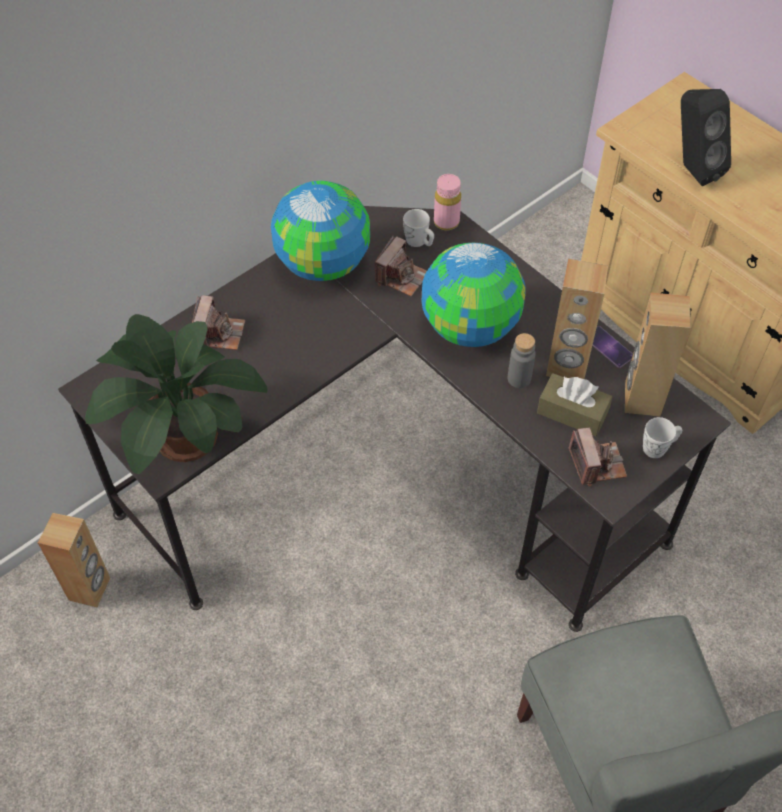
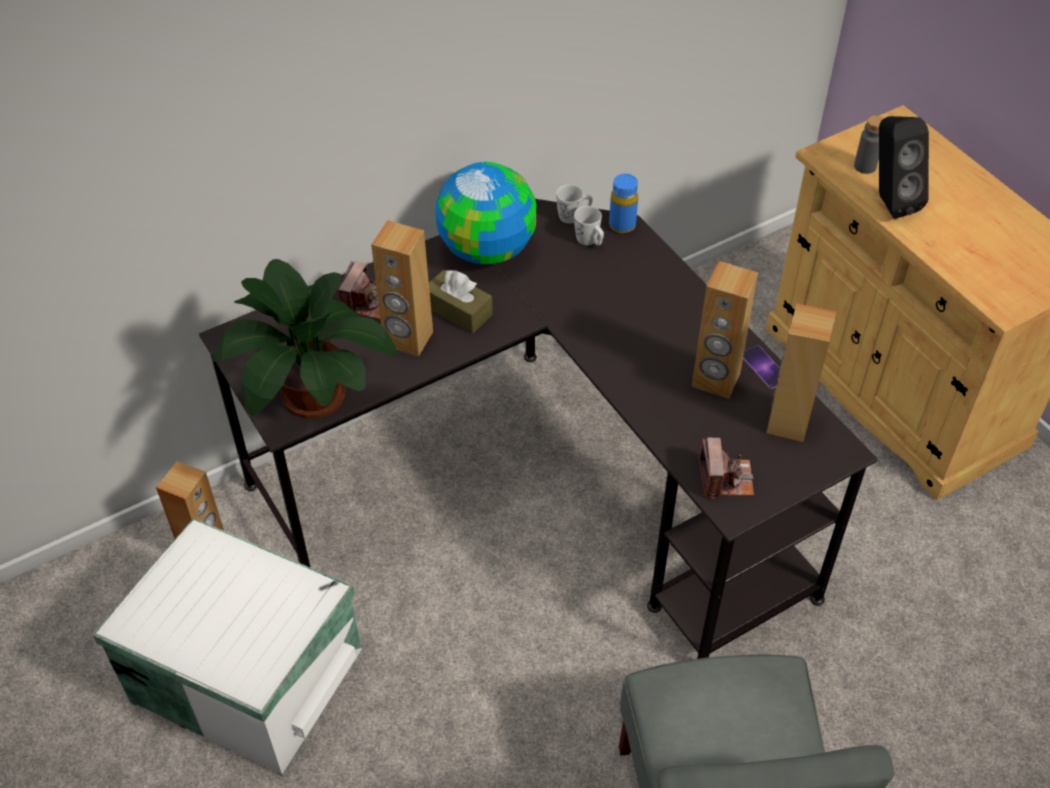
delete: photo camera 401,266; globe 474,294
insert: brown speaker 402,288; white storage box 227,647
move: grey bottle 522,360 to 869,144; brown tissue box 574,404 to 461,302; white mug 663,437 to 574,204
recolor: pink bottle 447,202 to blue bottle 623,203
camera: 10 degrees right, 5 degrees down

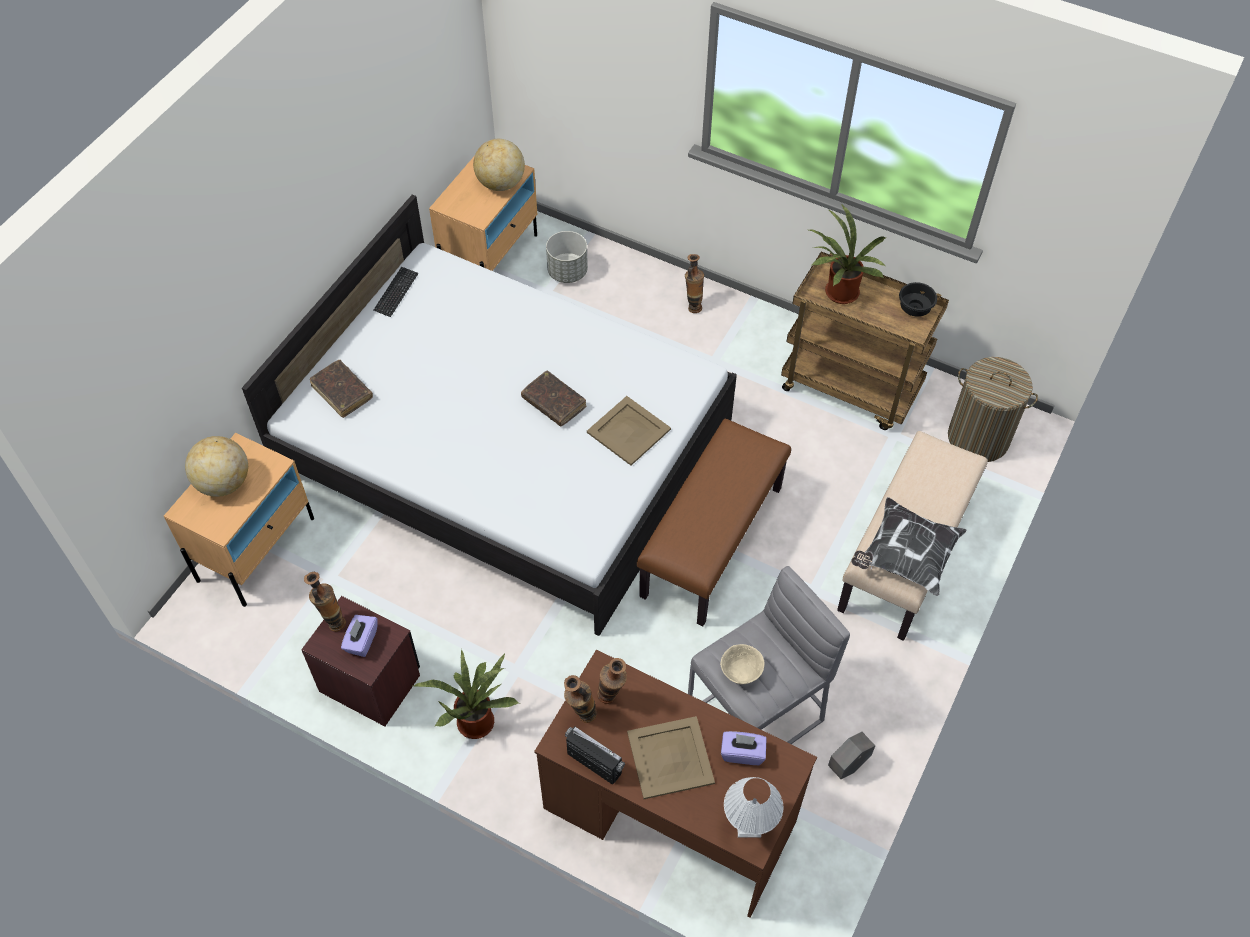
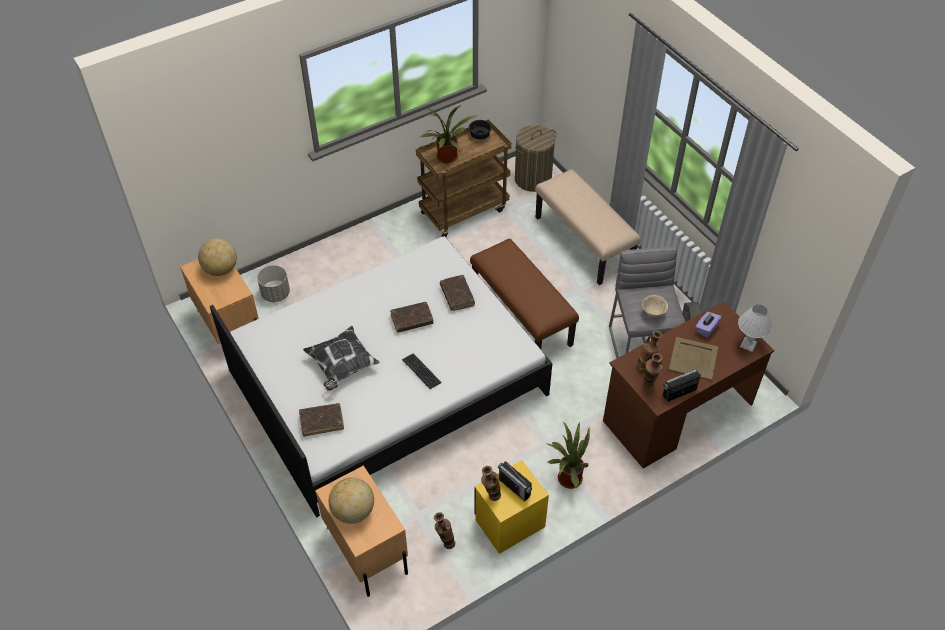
move: vase 694,283 to 444,530; keyboard 396,292 to 422,371; pillow 908,546 to 341,358
replace: beige tray 629,430 to brown book 457,293; purple tissue box 359,636 to radio 515,481
recolor: brown nightstand 360,661 to yellow nightstand 511,507
camera: 60 degrees left, 5 degrees down

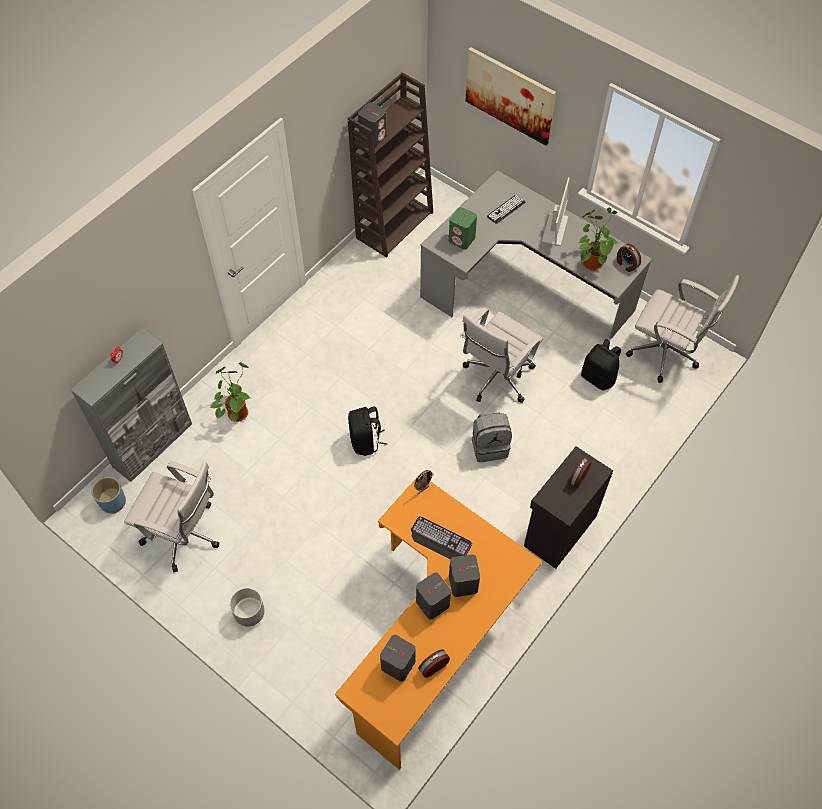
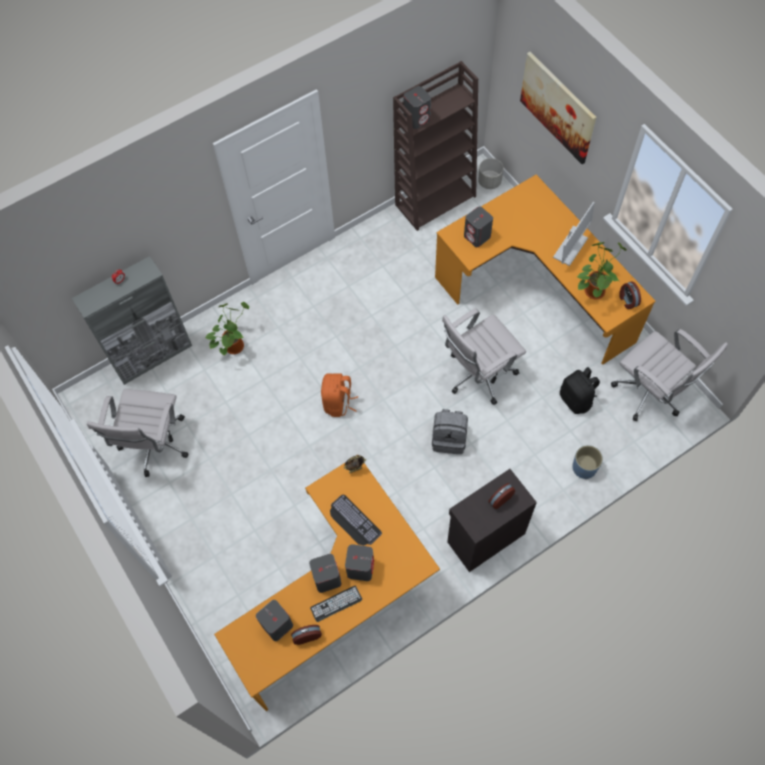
move: keyboard 506,209 to 336,604; blue planter 108,495 to 587,462; grey planter 247,607 to 490,173
recolor: grey desk 536,254 to orange desk 545,269; green speaker 463,228 to grey speaker 478,226; black backpack 367,431 to orange backpack 339,395
rotate: white office chair 171,516 = 138,433 60 degrees clockwise
camera: 20 degrees right, 5 degrees up

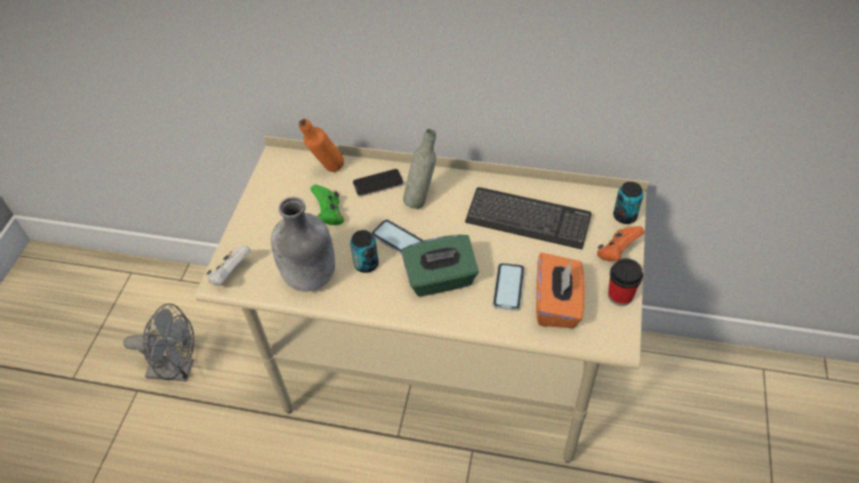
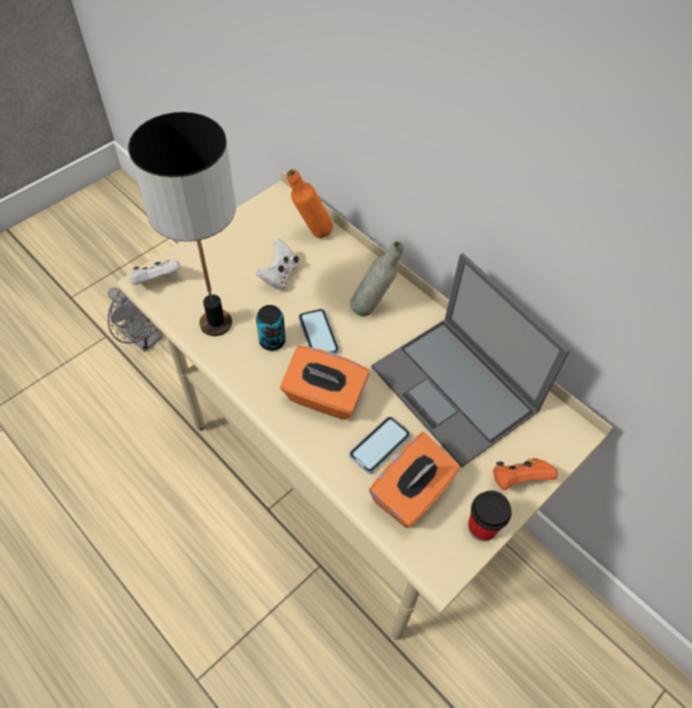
delete: phone 378,183; can 628,203
replace: keyboard 528,218 to laptop 470,360; grey bottle 303,244 to table lamp 182,224
recolor: green game controller 327,205 to white game controller 277,264; green tissue box 440,265 to orange tissue box 324,383
camera: 30 degrees right, 5 degrees up

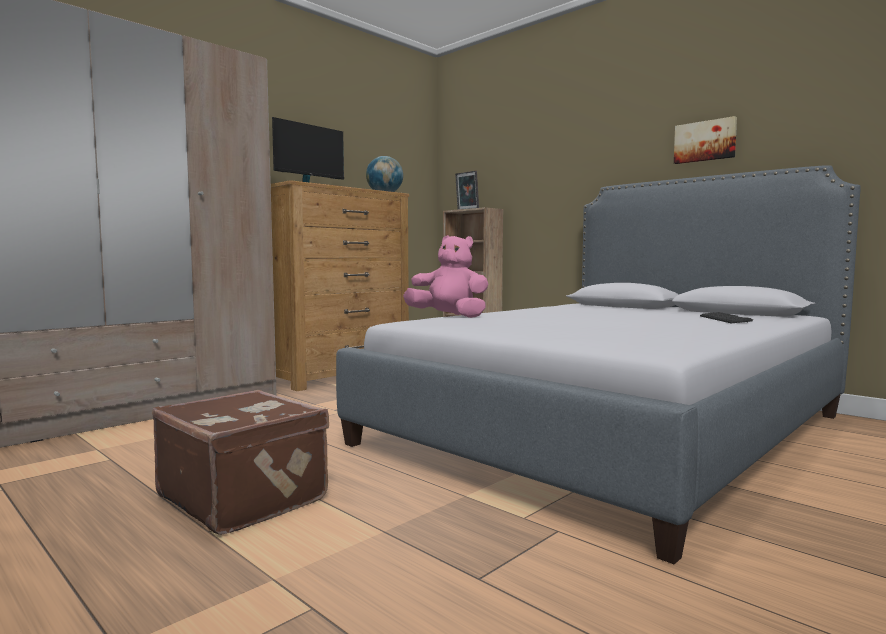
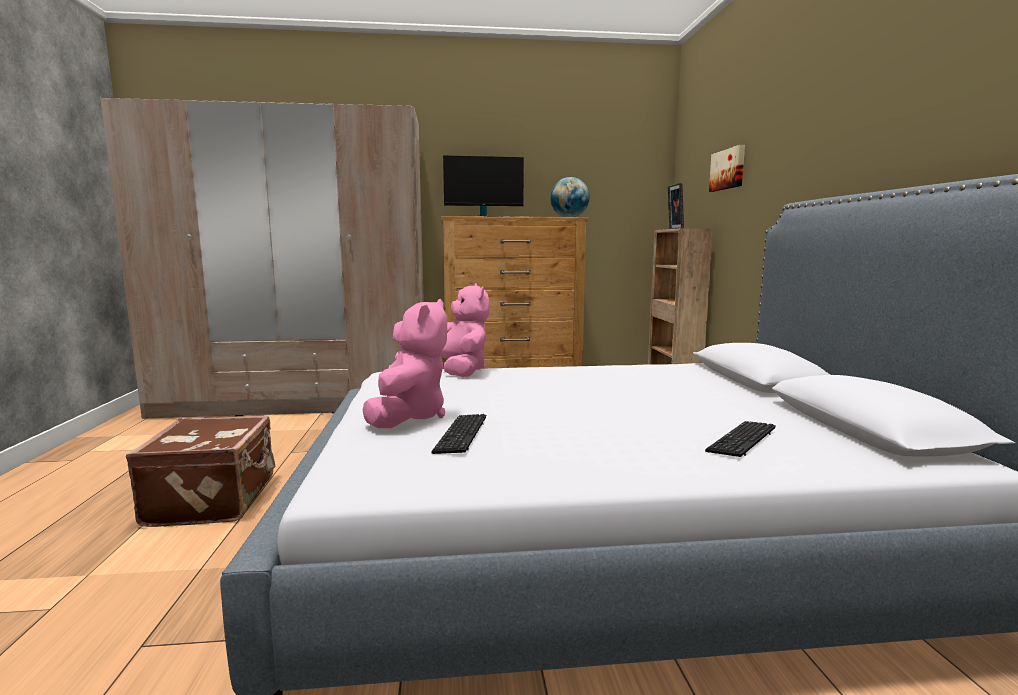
insert: pink plush toy 405,363; keyboard 458,434
move: picture 705,140 to 727,168
camera: 40 degrees right, 5 degrees up

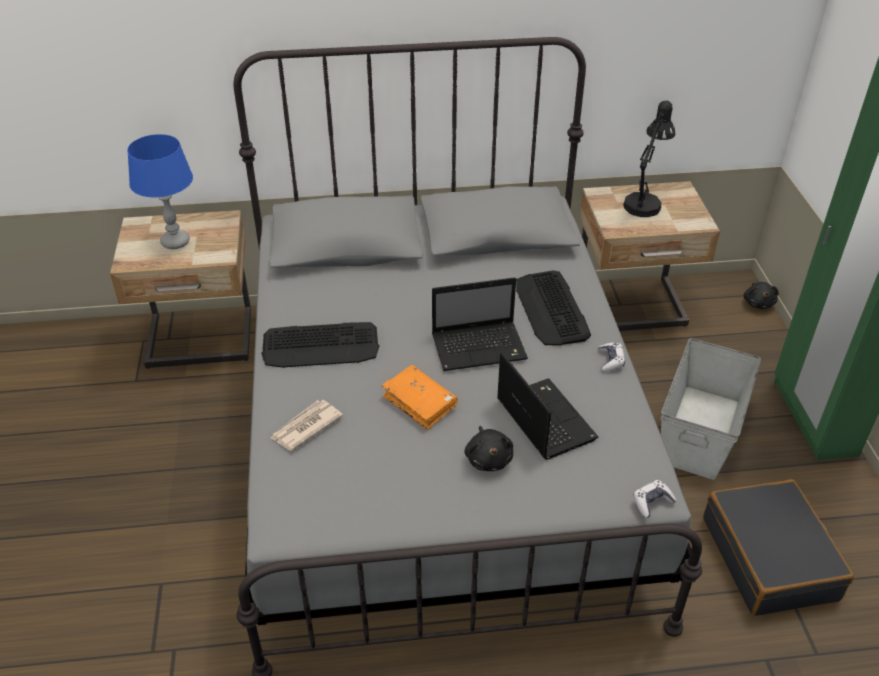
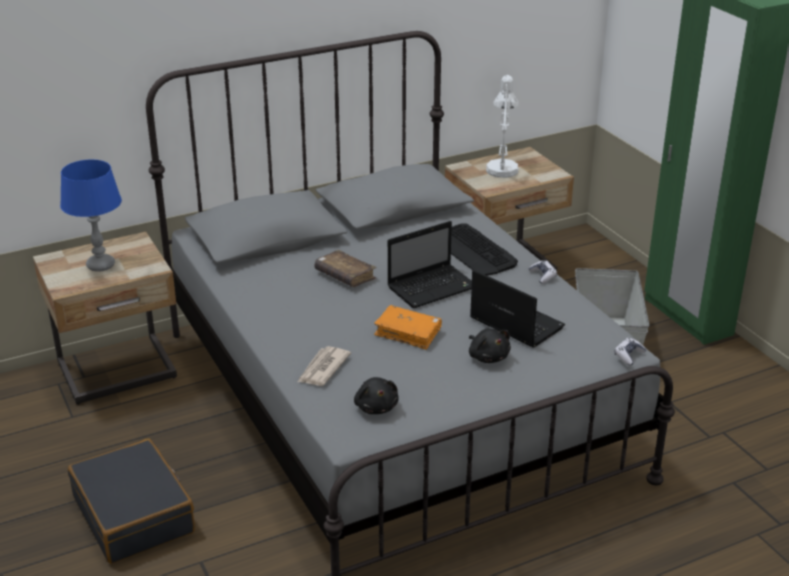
delete: keyboard 320,345
insert: brown book 345,268
move: black plush toy 761,295 to 376,395; black suitcase 778,547 to 131,501
recolor: black table lamp 649,159 to white table lamp 502,126
camera: 20 degrees left, 10 degrees down

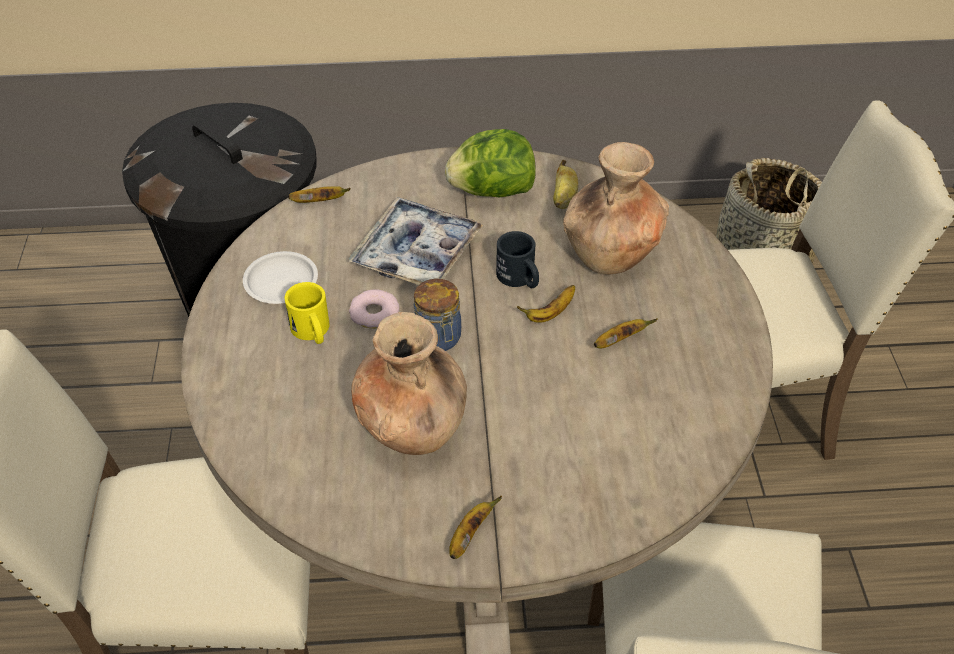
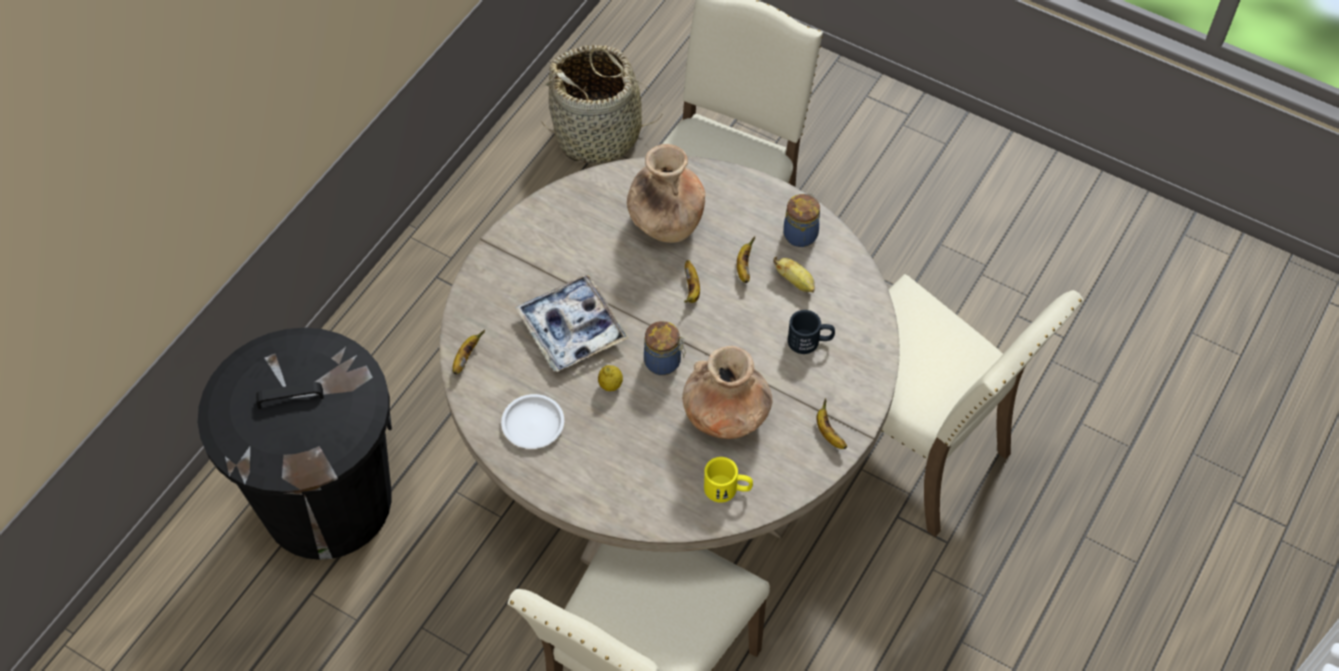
delete: lettuce 490,163
insert: jar 802,220
move: banana 565,184 to 794,274; black mug 517,259 to 811,332; yellow mug 307,313 to 728,480
replace: donut 374,309 to lemon 610,378
camera: 55 degrees left, 10 degrees up

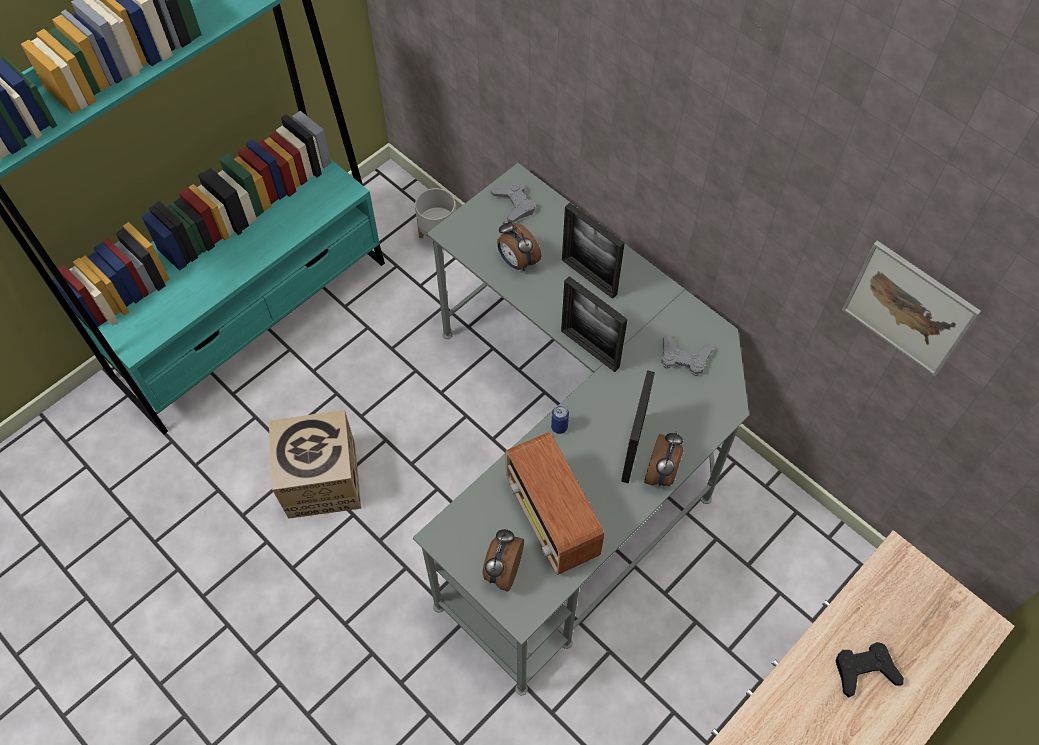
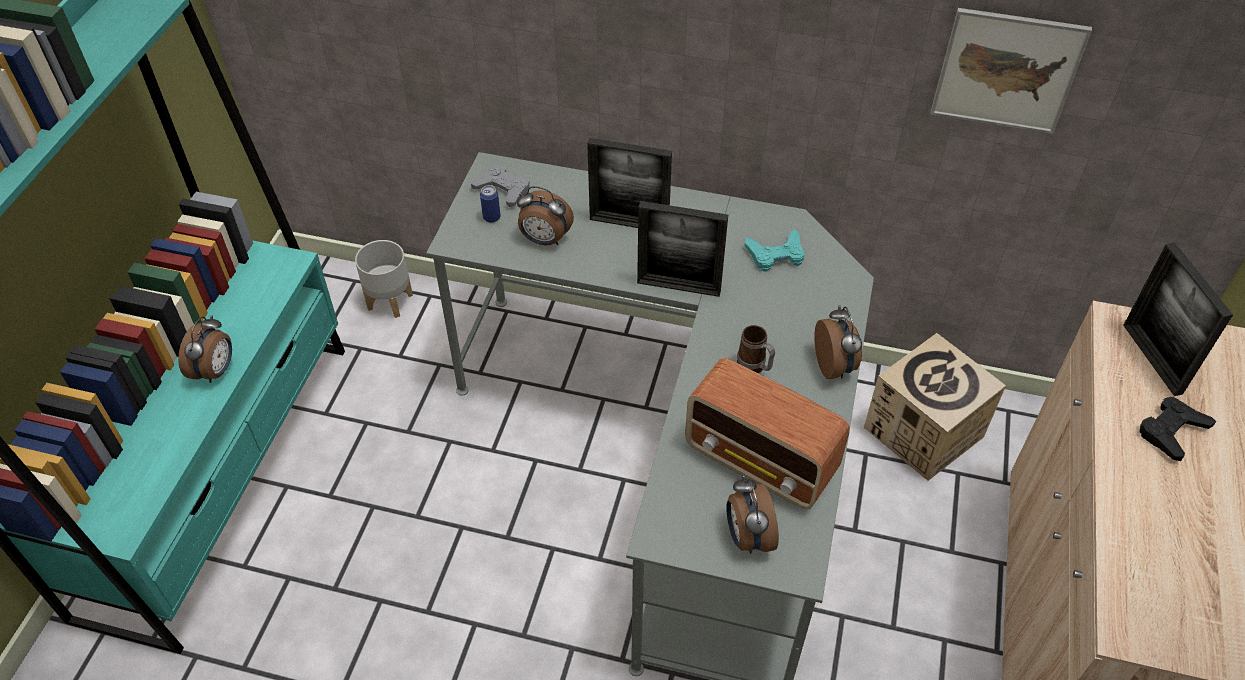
insert: alarm clock 205,349; mug 756,349
move: picture frame 638,426 to 1178,319; can 560,419 to 490,204; cardboard box 315,464 to 935,407
recolor: grey game controller 687,354 to turquoise game controller 774,250
camera: 30 degrees left, 10 degrees down

